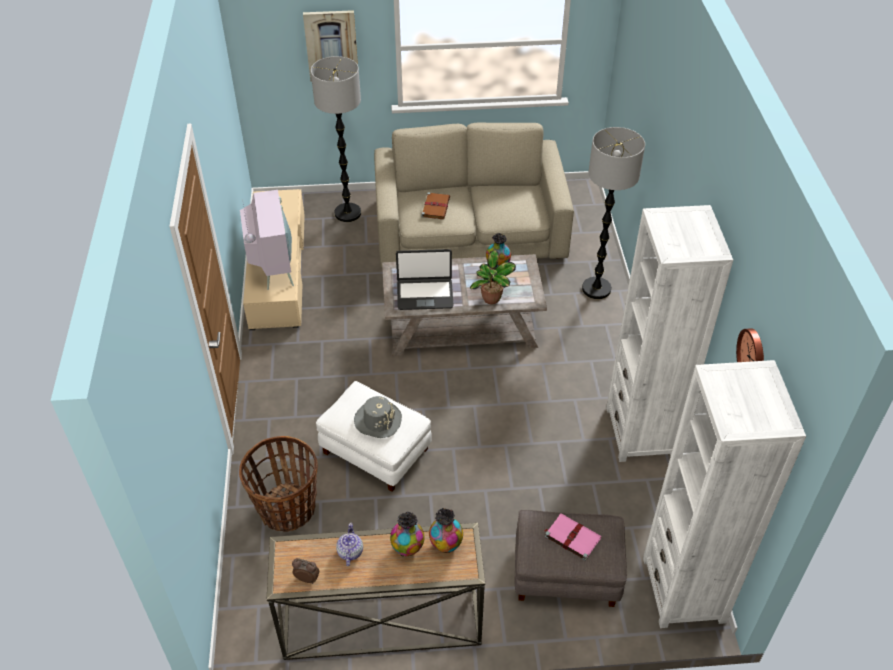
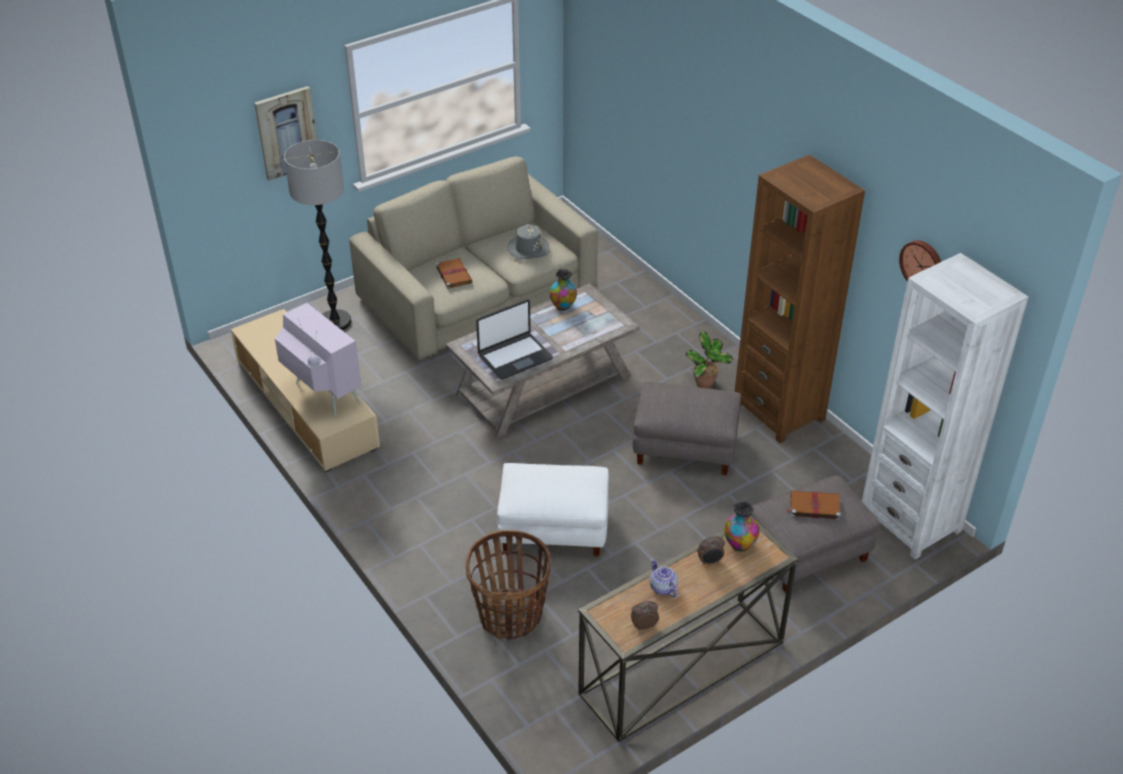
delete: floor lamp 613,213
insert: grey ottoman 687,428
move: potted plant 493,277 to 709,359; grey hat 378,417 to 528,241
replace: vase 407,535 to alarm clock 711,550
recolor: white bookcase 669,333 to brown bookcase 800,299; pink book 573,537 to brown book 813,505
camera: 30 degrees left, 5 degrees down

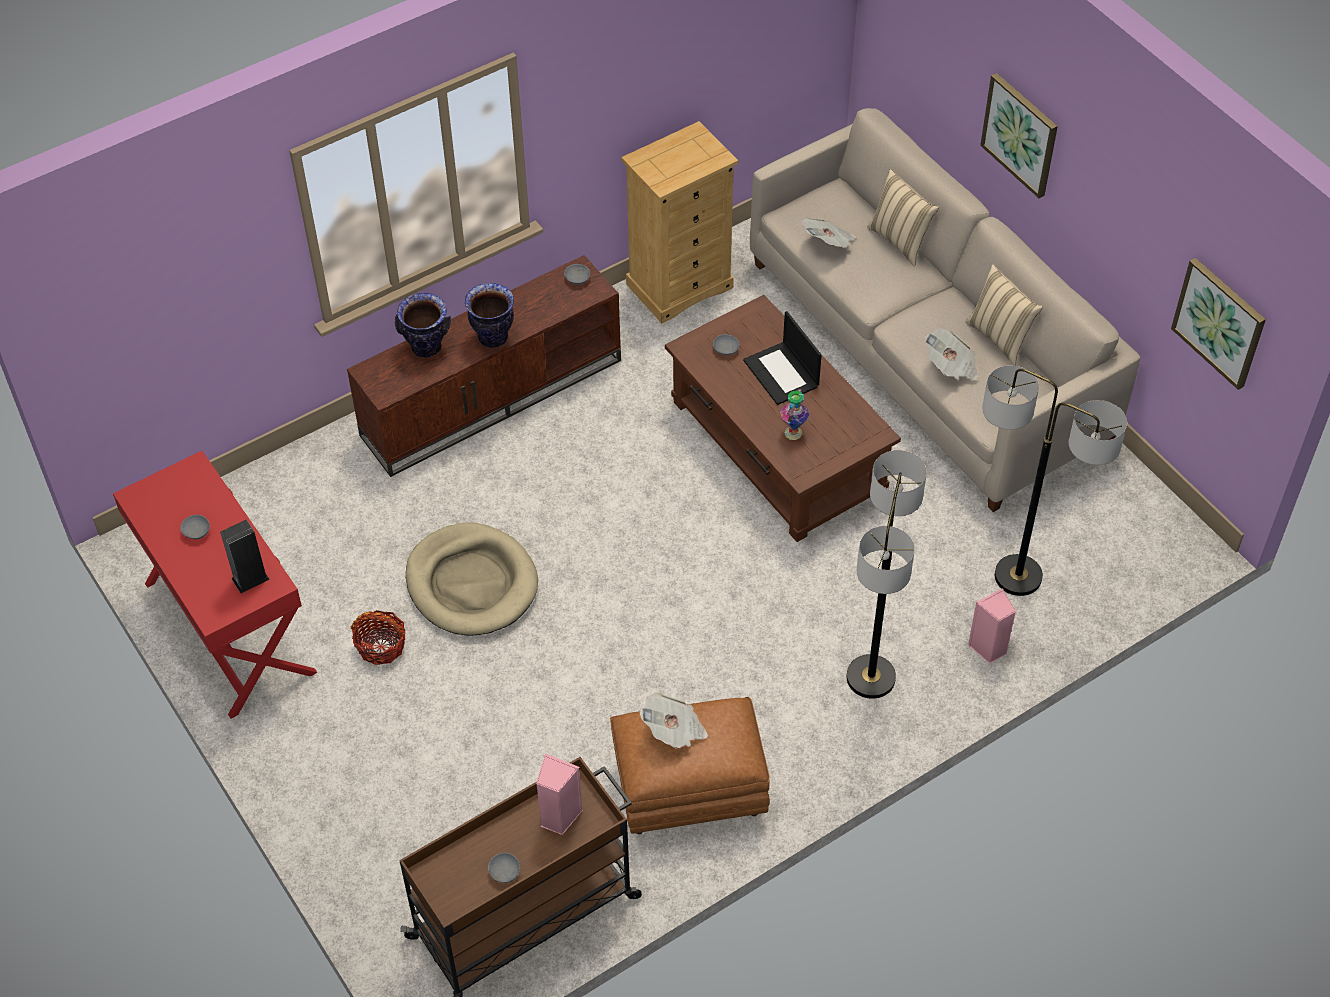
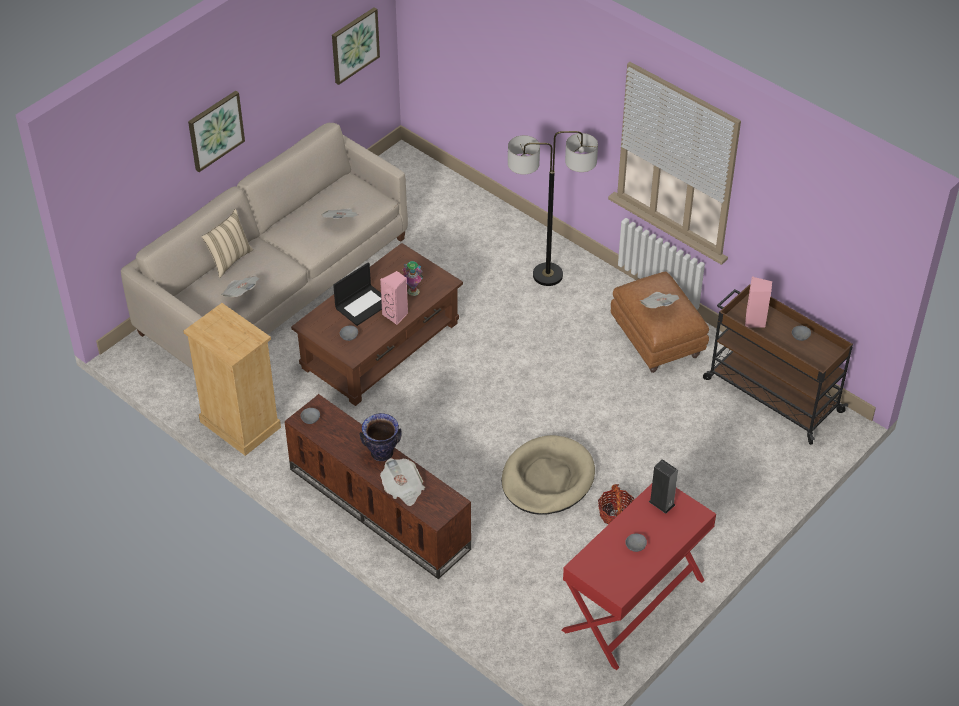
delete: beige pillow 1004,315; floor lamp 1054,481
move: pink speaker 992,625 to 394,298
replace: vase 423,325 to newspaper 402,482
camera: 105 degrees left, 5 degrees down

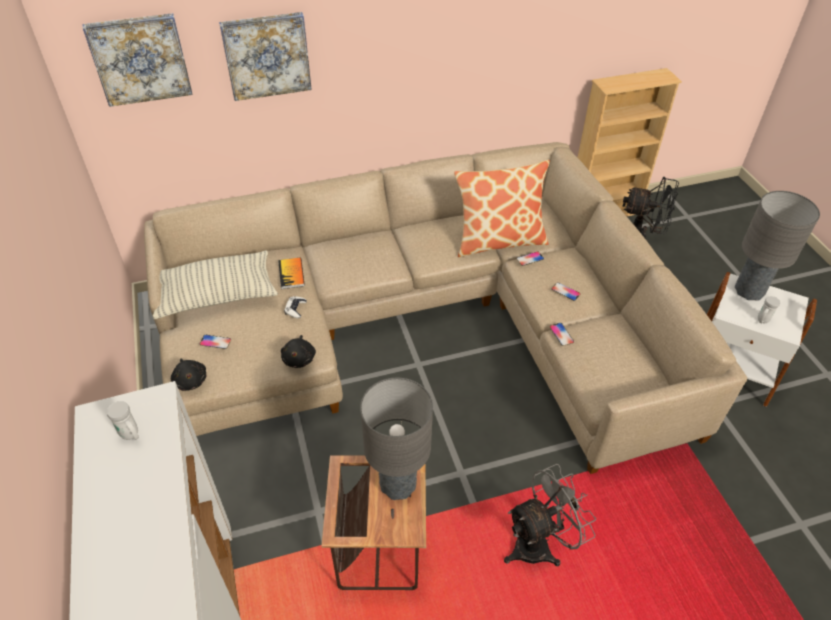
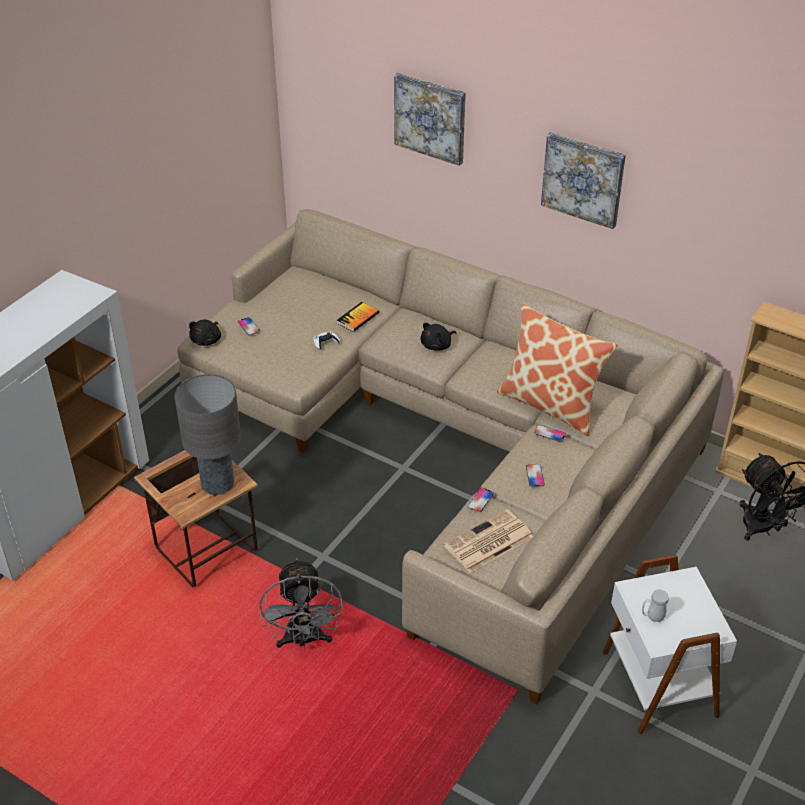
delete: grey table lamp 777,246; pillow 215,284; white mug 123,420
insert: newspaper 488,541
move: picture 137,60 to 583,180; black plush toy 298,351 to 438,337
rotate: grey fan 550,515 = 301,603 60 degrees clockwise
camera: 50 degrees right, 5 degrees down

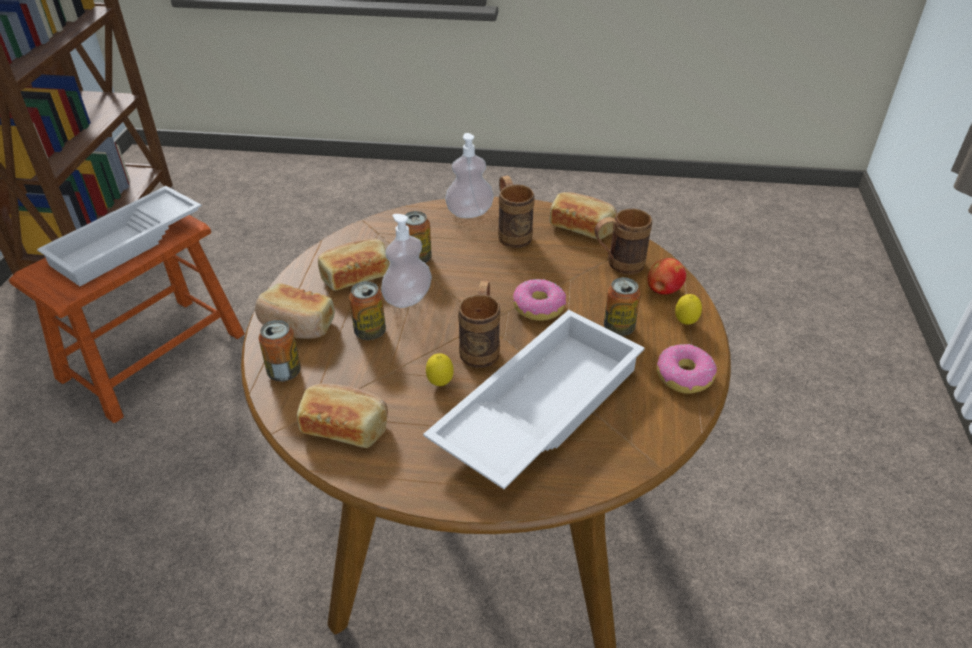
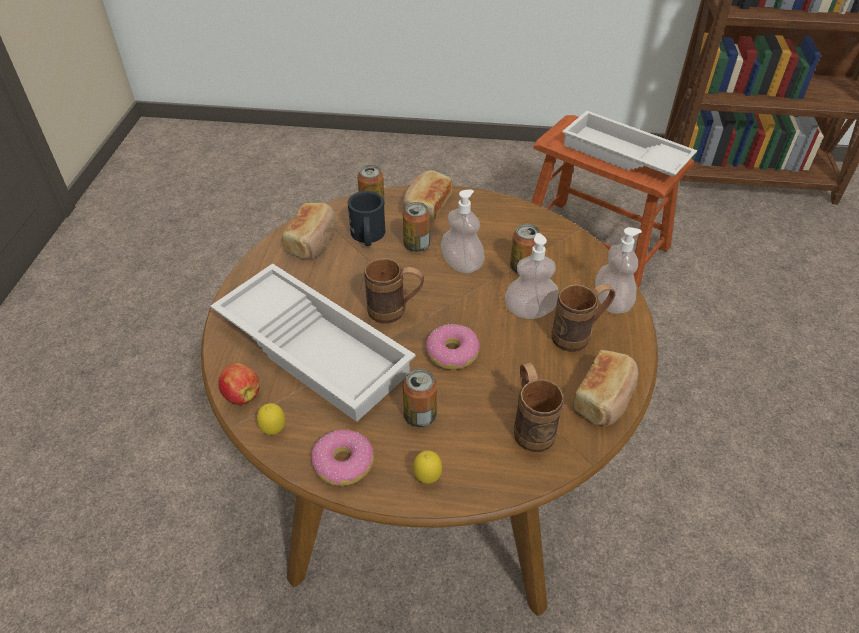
delete: bread 354,264
insert: black mug 366,218; soap dispenser 532,276
move: apple 666,276 to 239,384; lemon 440,369 to 271,419
camera: 90 degrees right, 5 degrees up

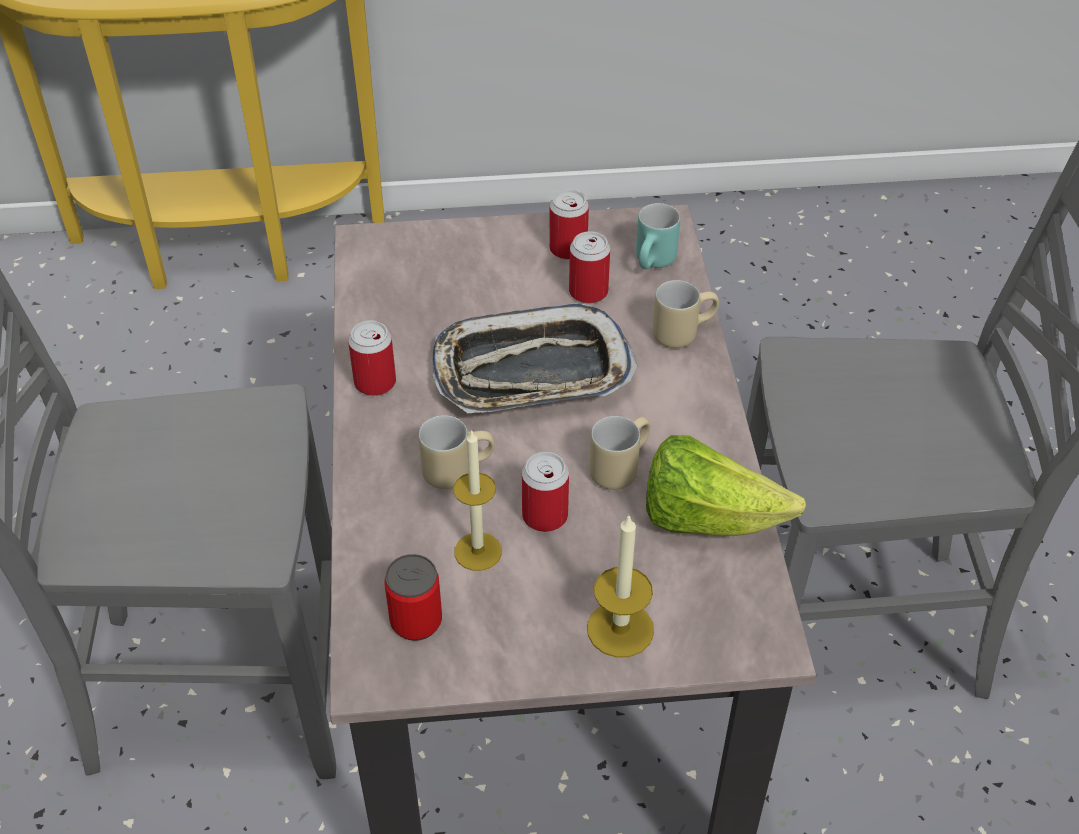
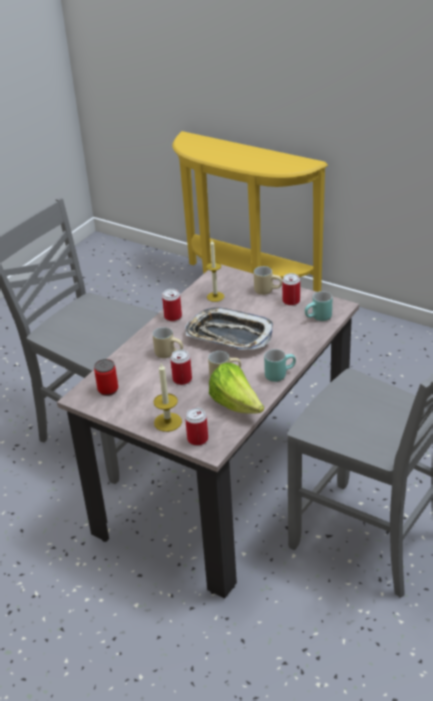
insert: turquoise mug 280,365
move: can 589,267 to 196,426; beige mug 685,314 to 268,280; candle 478,500 to 215,271
camera: 40 degrees right, 10 degrees down

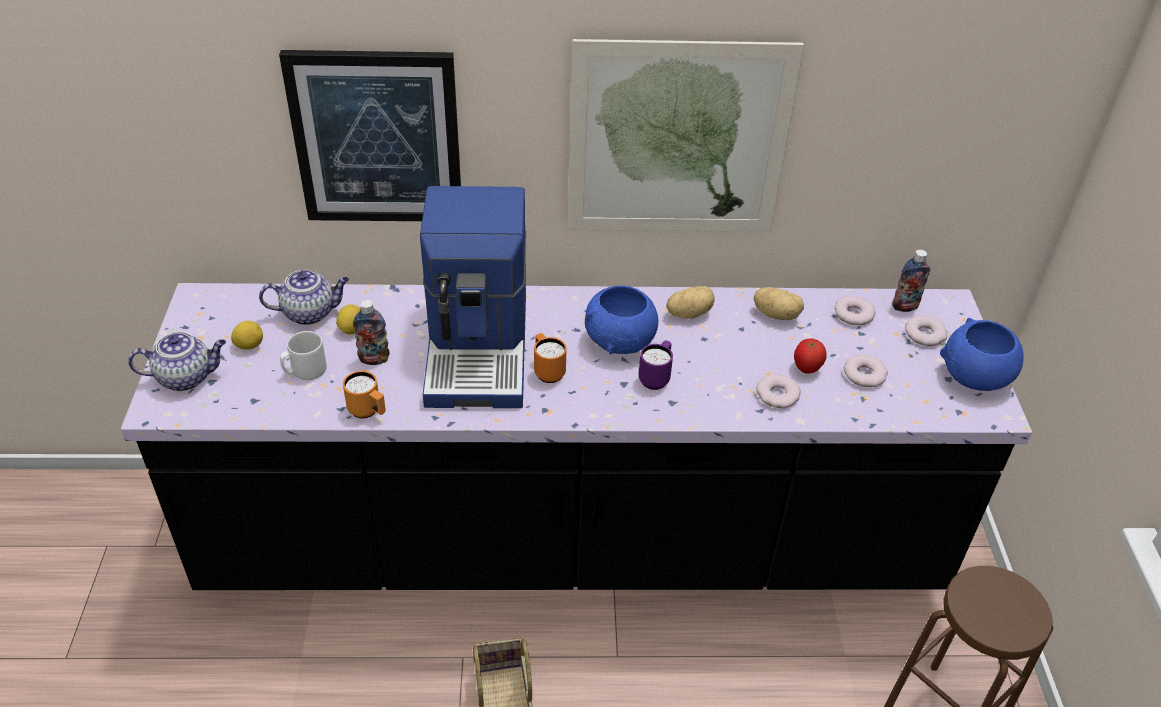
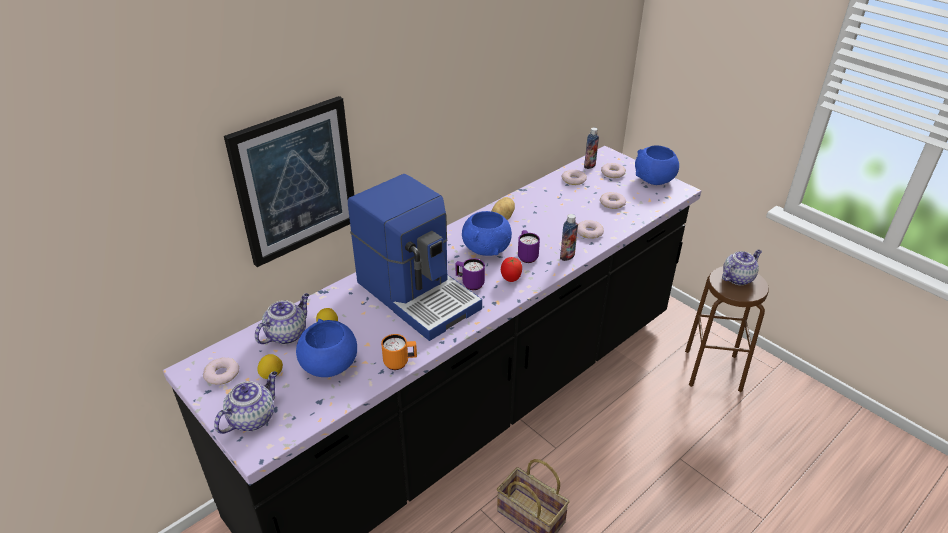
delete: picture 686,135; potato 779,303
insert: teapot 742,267; donut 221,371
move: bottle 371,332 to 569,237; tomato 810,356 to 511,269
replace: white mug 303,355 to blue bowl 326,348
recolor: orange mug 550,358 to purple mug 470,274
camera: 40 degrees left, 5 degrees down

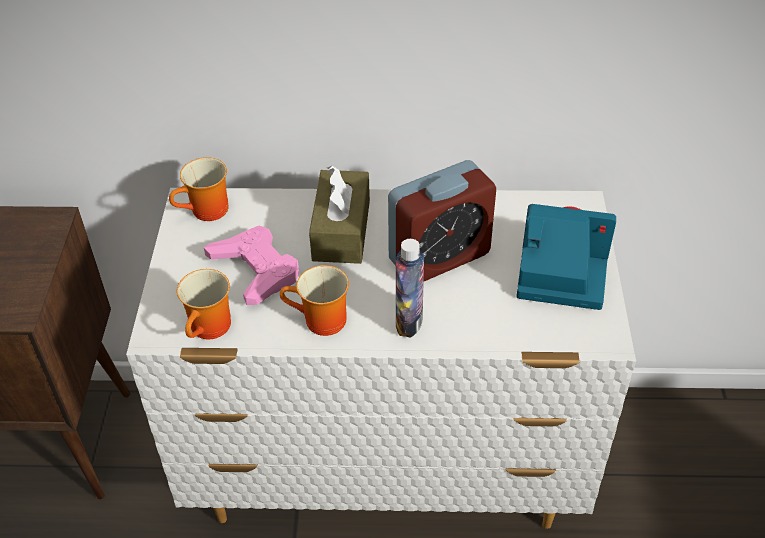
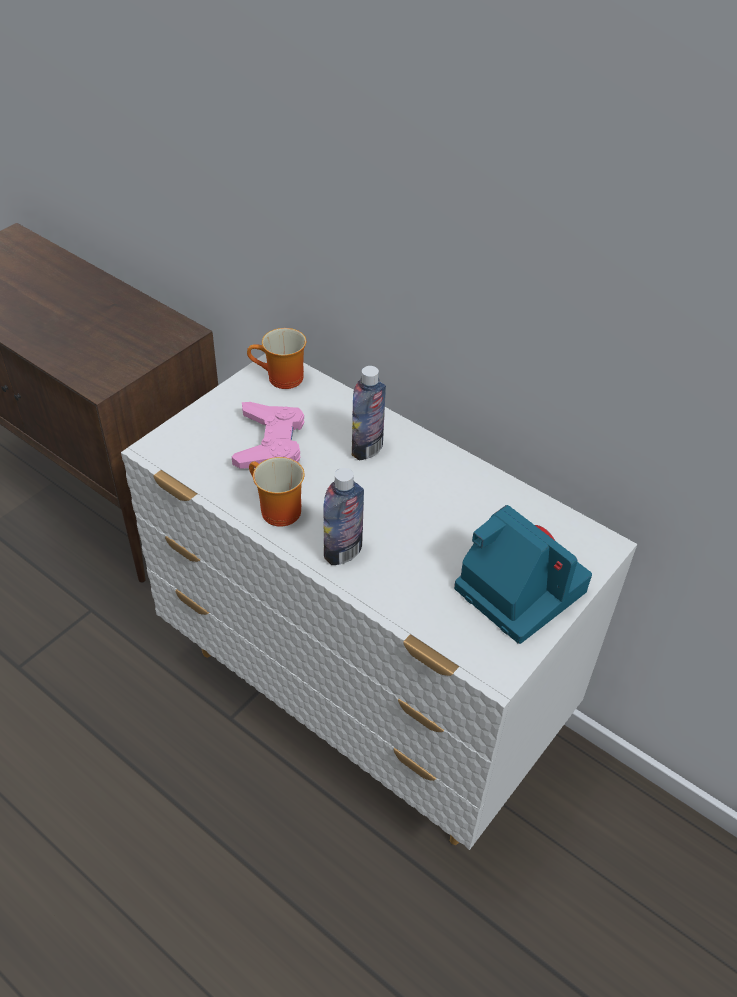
delete: alarm clock 442,220; mug 204,304
replace: brown tissue box 339,215 to bottle 369,413
camera: 35 degrees right, 0 degrees up

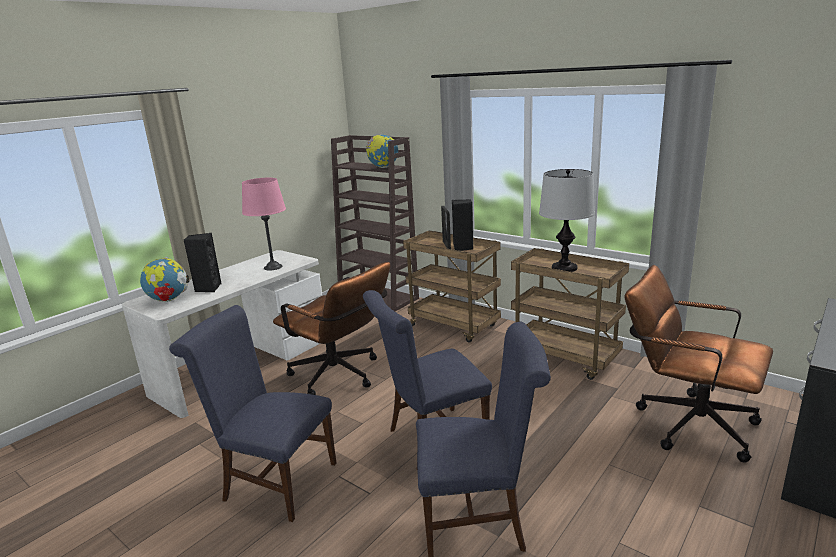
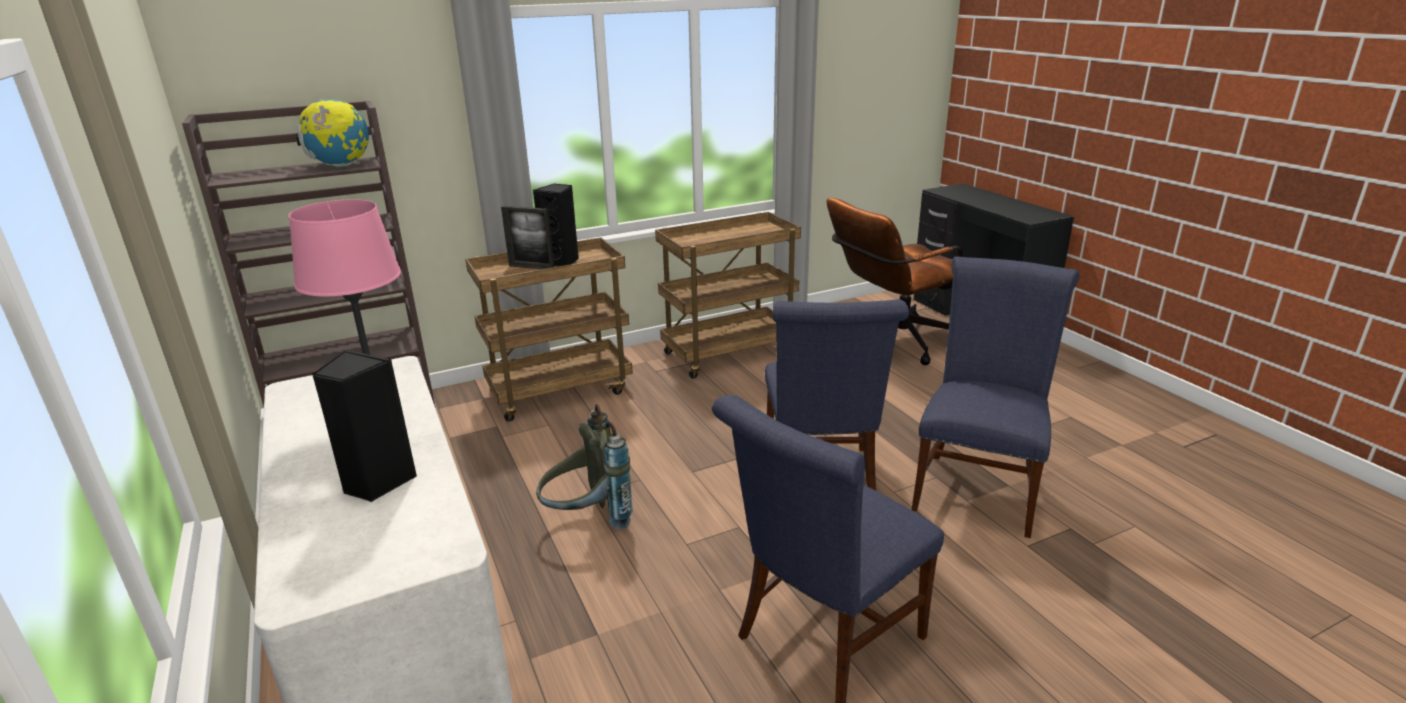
delete: table lamp 567,220; globe 164,279
replace: brown office chair 331,328 to grey backpack 584,467
camera: 65 degrees left, 5 degrees up

